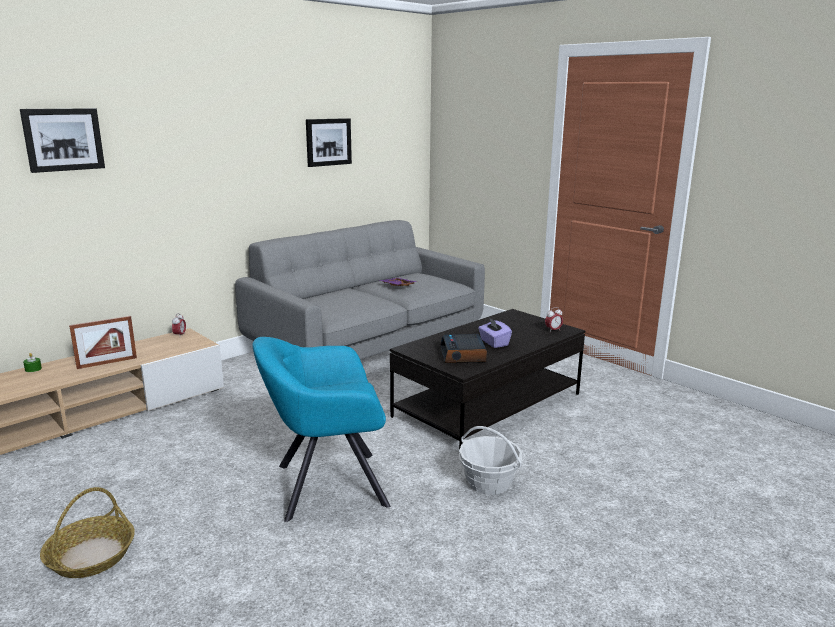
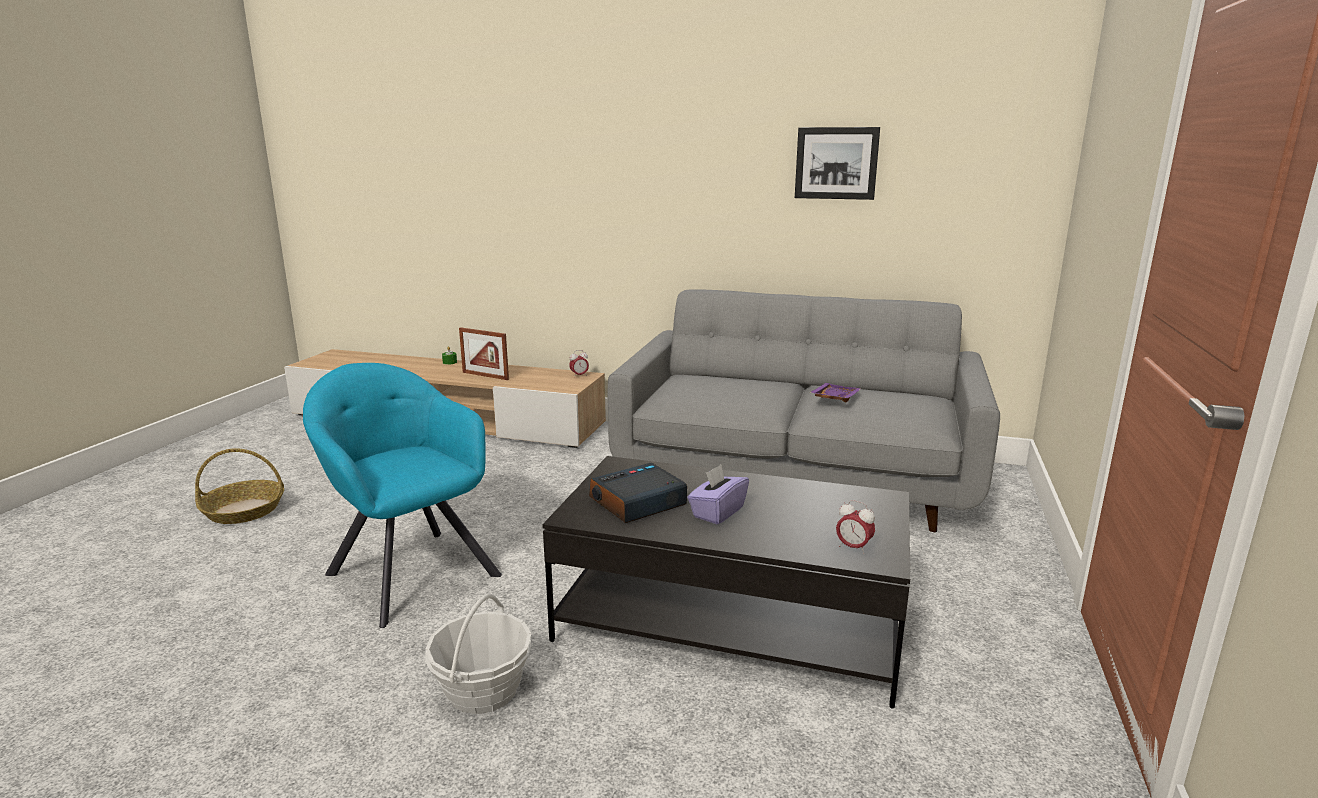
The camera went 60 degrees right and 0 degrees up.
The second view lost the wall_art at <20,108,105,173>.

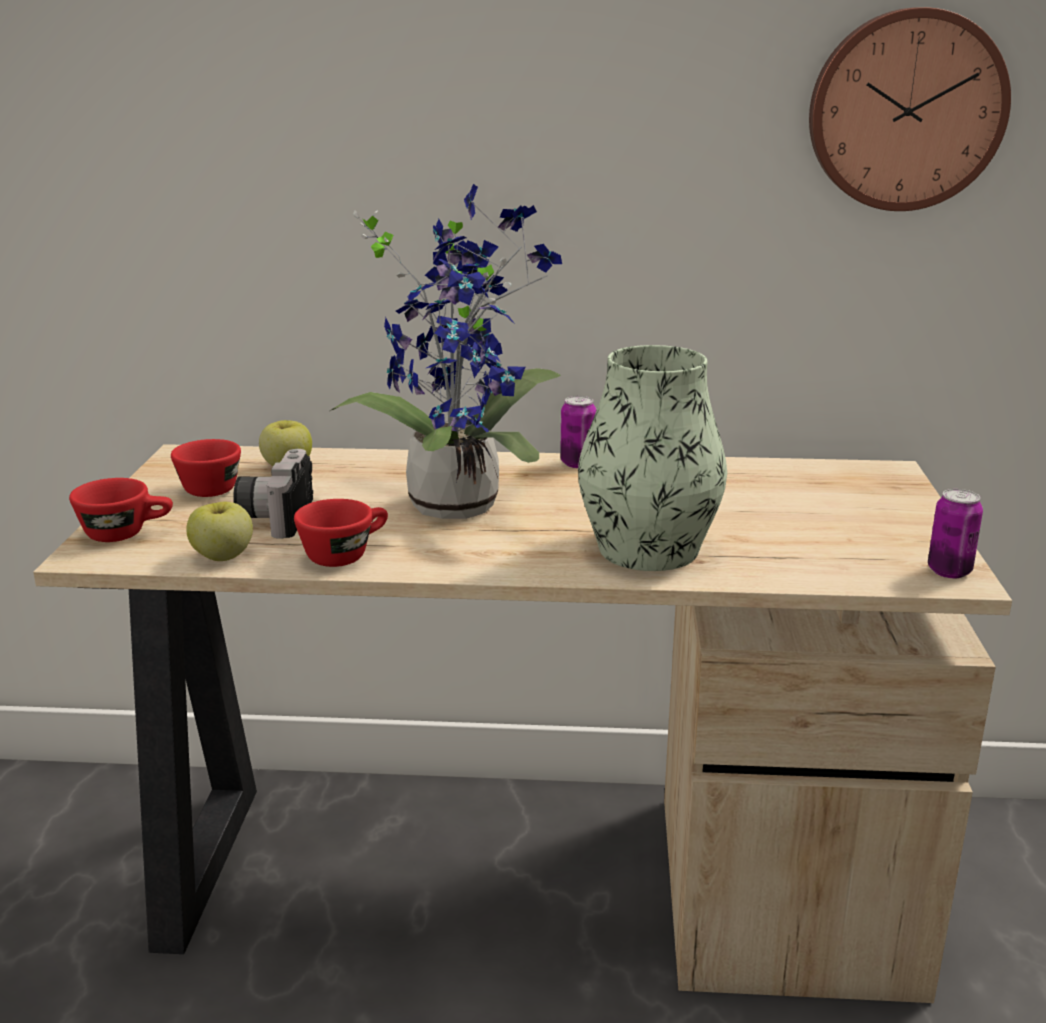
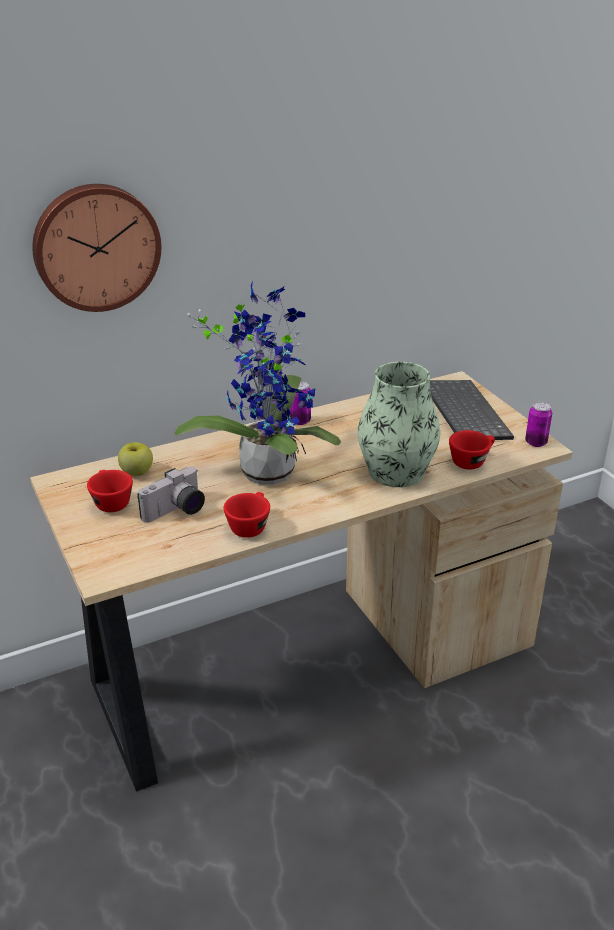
The camera went 30 degrees left and 10 degrees up.
The second view lost the apple at <186,502,253,561>.
The second view gained the keyboard at <430,380,514,440>.
The red_cup ended up elsewhere, having gone from <69,478,173,542> to <449,430,495,470>.
The wall_clock ended up elsewhere, having gone from <809,7,1011,211> to <32,184,161,312>.
The photo_camera at <233,449,313,539> ended up facing another way, 105 degrees counterclockwise from before.

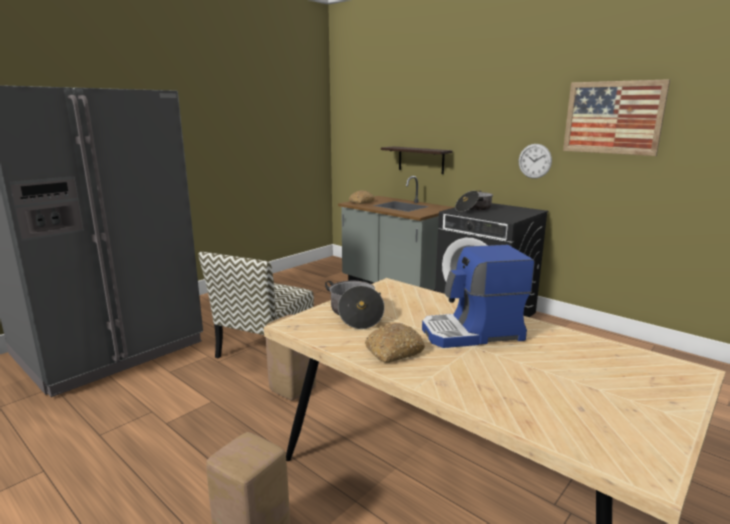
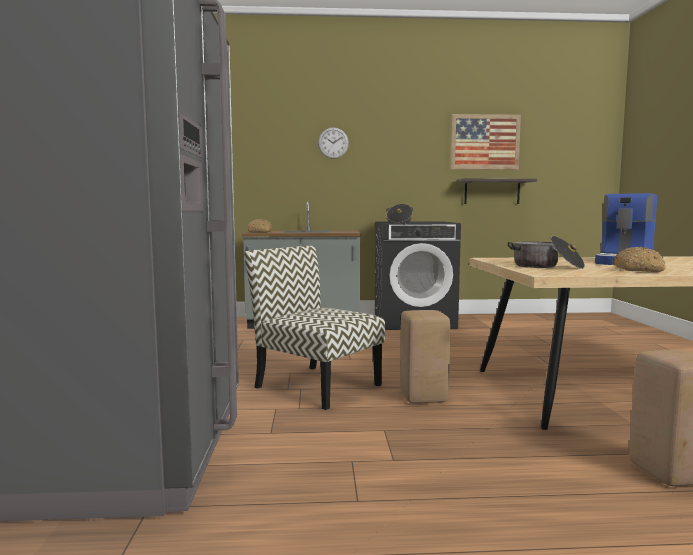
The camera went 45 degrees left and 10 degrees down.
The shelf ended up elsewhere, having gone from <381,146,453,174> to <456,179,537,204>.
The wall_clock ended up elsewhere, having gone from <519,144,552,179> to <318,127,349,159>.
The chair at <199,252,314,358> ended up facing another way, 150 degrees clockwise from before.

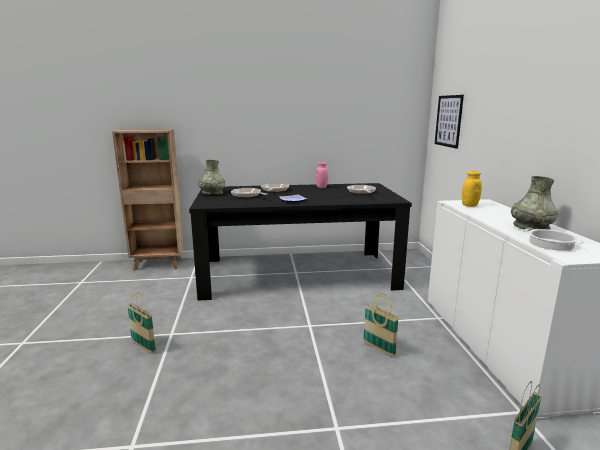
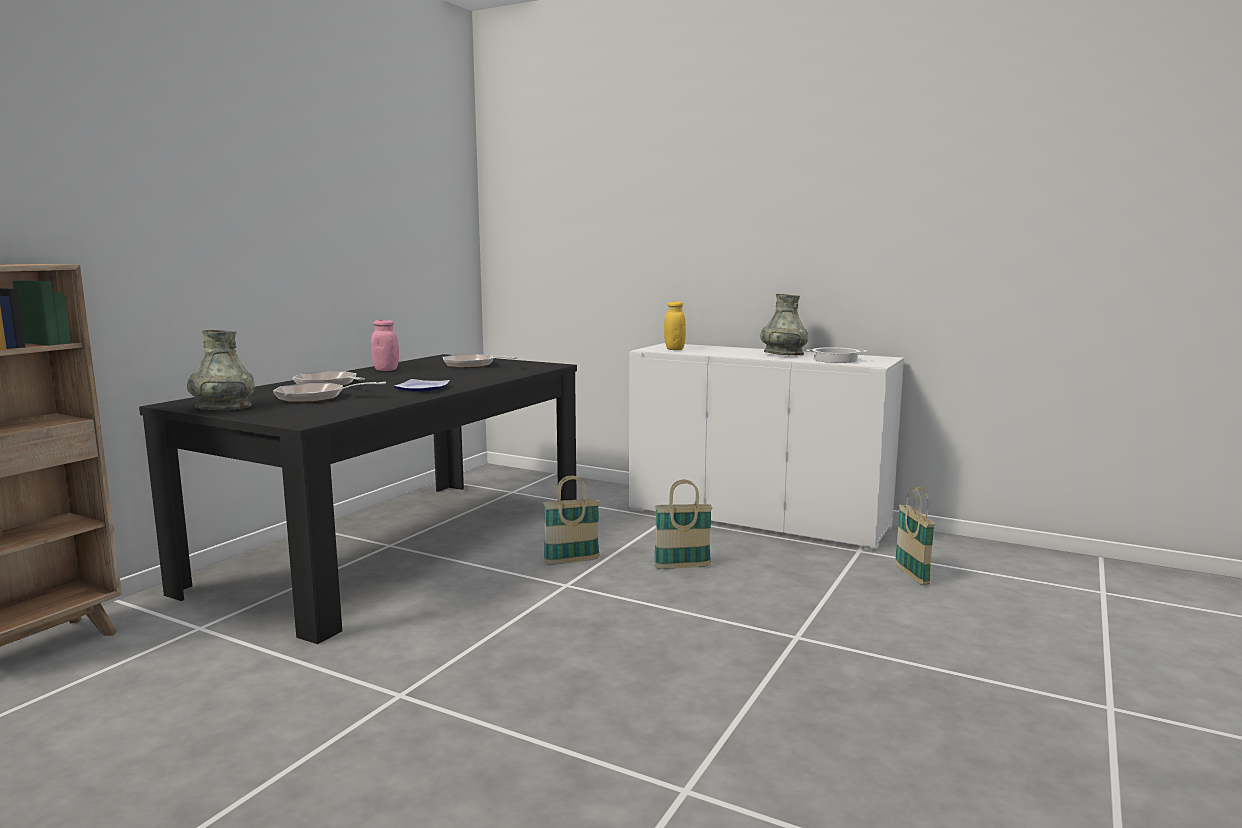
The camera went 55 degrees left and 5 degrees down.
The second view lost the wall_art at <435,95,464,149>.
The household_basket ended up elsewhere, having gone from <127,292,156,354> to <543,475,600,565>.

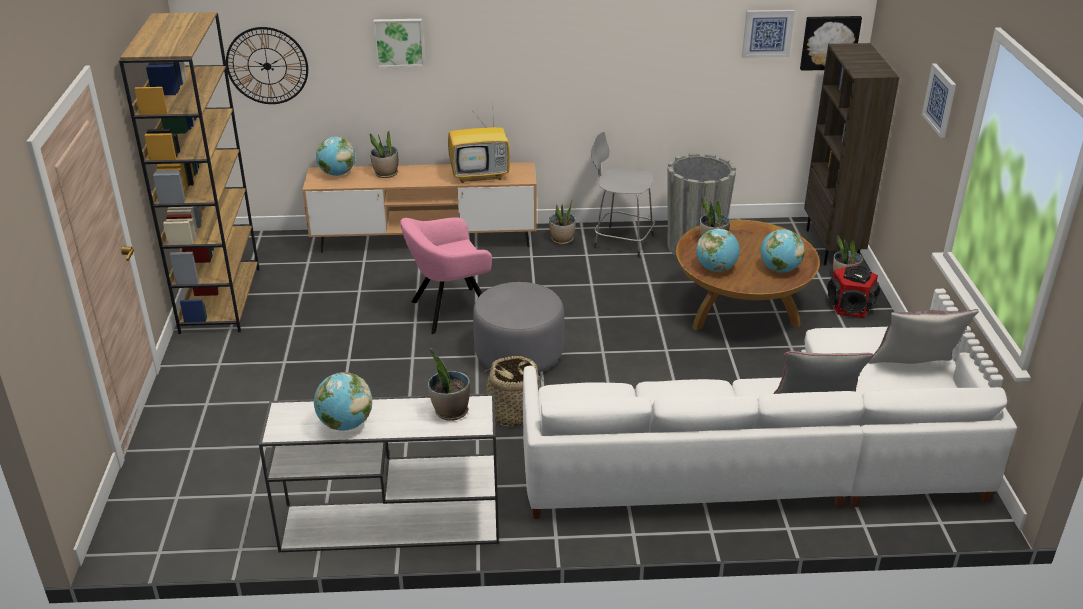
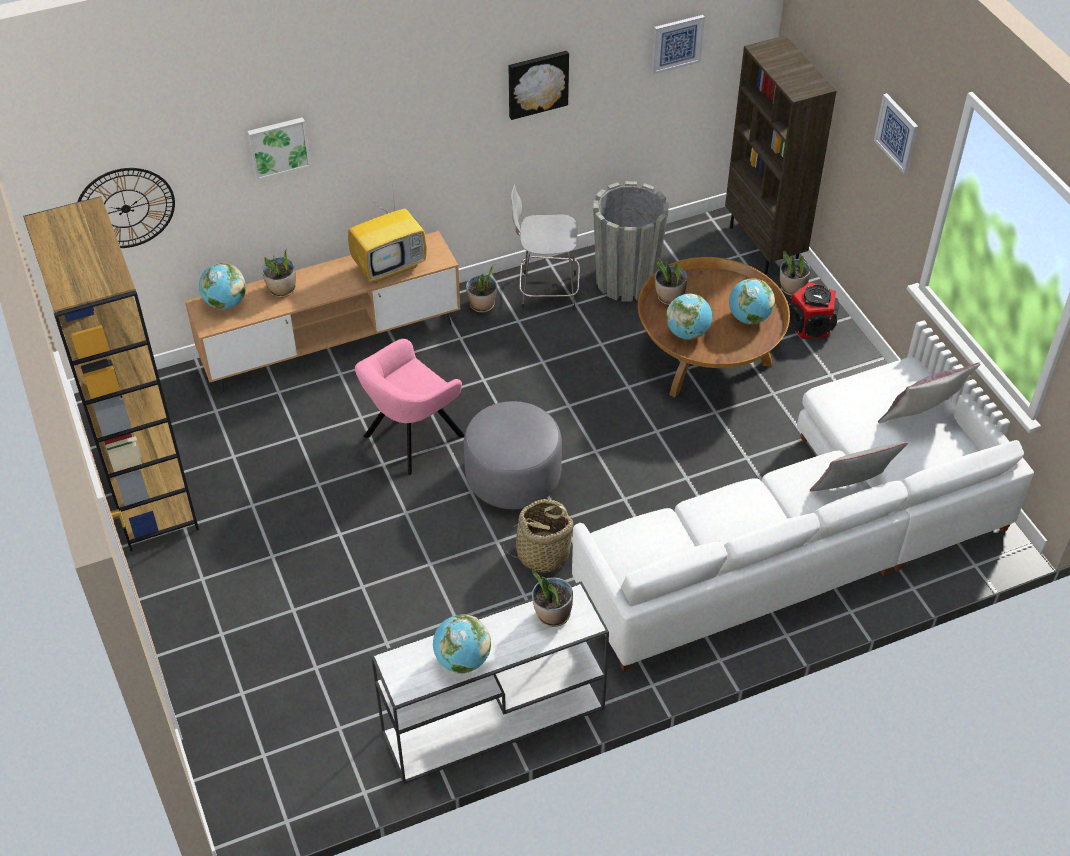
The camera went 20 degrees left and 15 degrees up.
The wall_art ended up elsewhere, having gone from <800,16,862,71> to <509,51,569,120>.

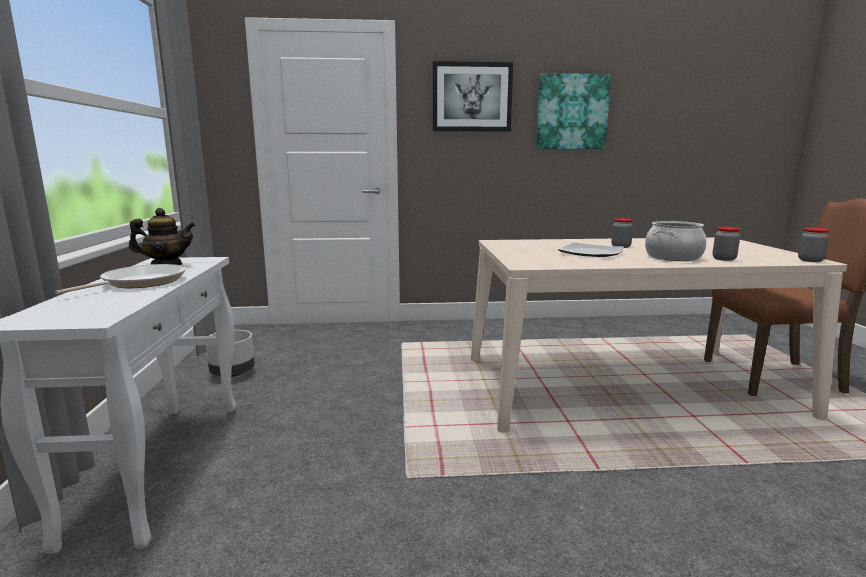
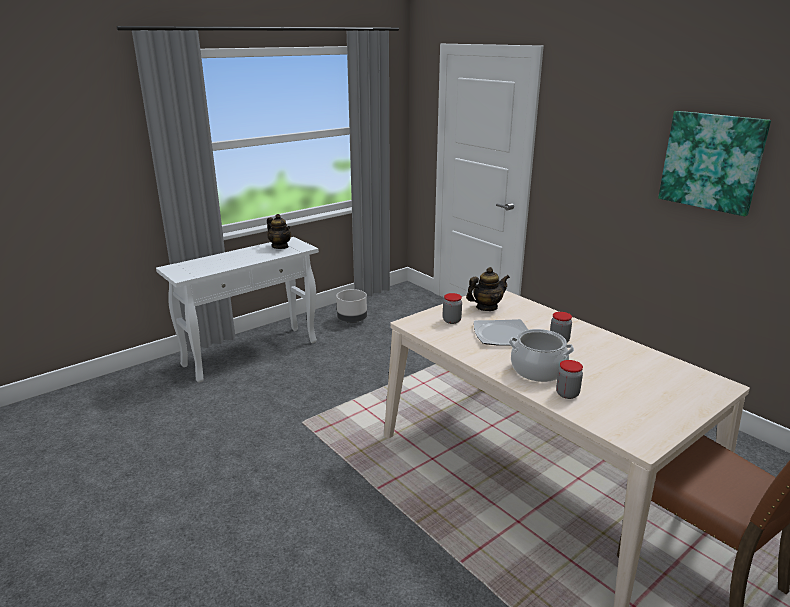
The camera went 55 degrees right and 10 degrees up.
The second view lost the pan at <55,264,186,294>.
The second view lost the wall_art at <433,61,513,131>.
The second view gained the pot_for_tea at <466,267,510,311>.
The preserve_jar ended up elsewhere, having gone from <798,228,829,262> to <443,293,462,324>.

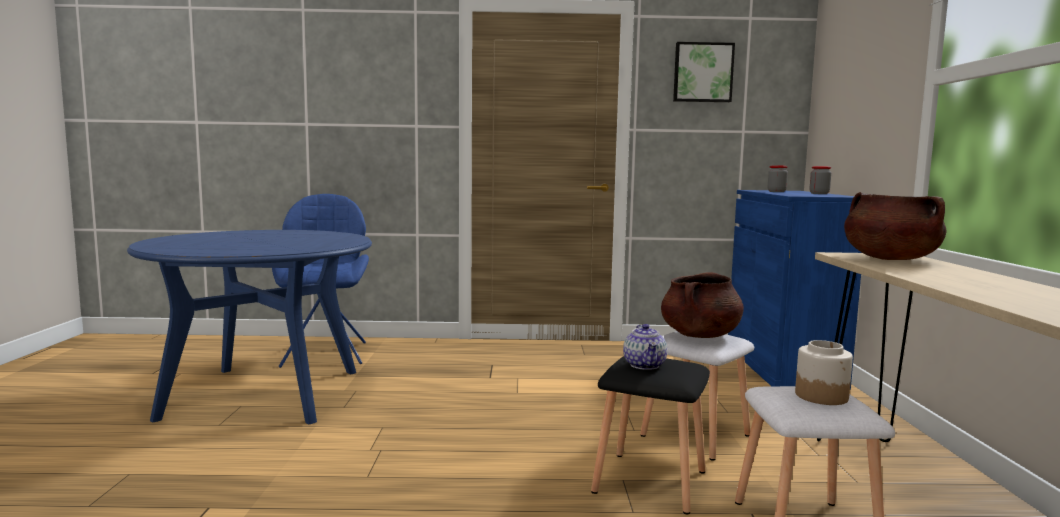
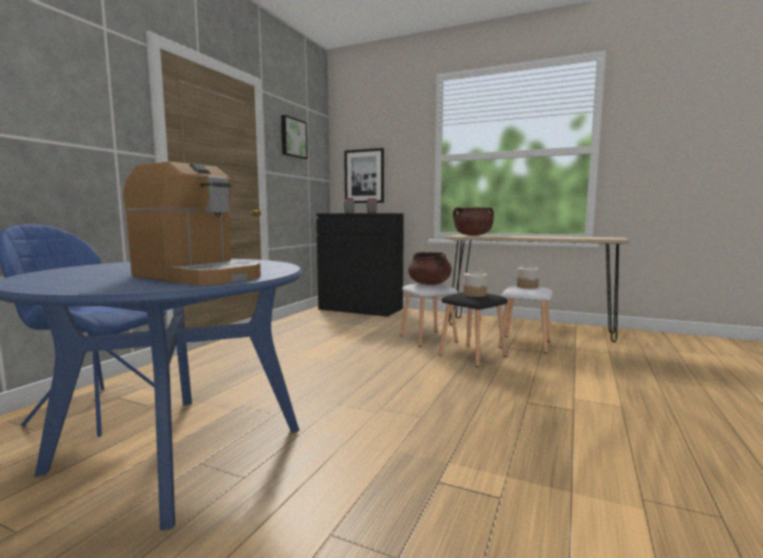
The camera went 65 degrees left and 0 degrees up.
The second view gained the coffee_machine at <123,161,261,286>.
The second view gained the wall_art at <344,148,384,203>.
Where the pot_for_tea stood at <623,324,667,370>, the preserve_jar came to stand at <463,270,487,297>.
What was the blue-coloured_cabinet at <728,190,862,390> turned into the blackish_cabinet at <316,213,404,317>.

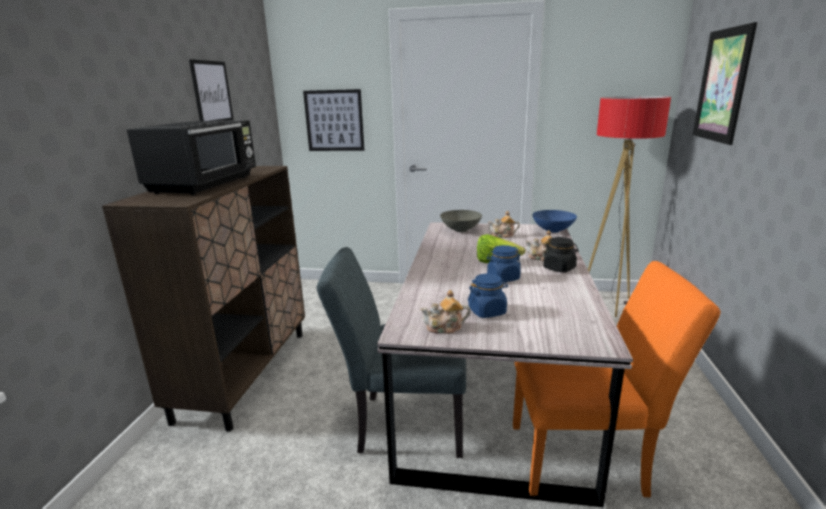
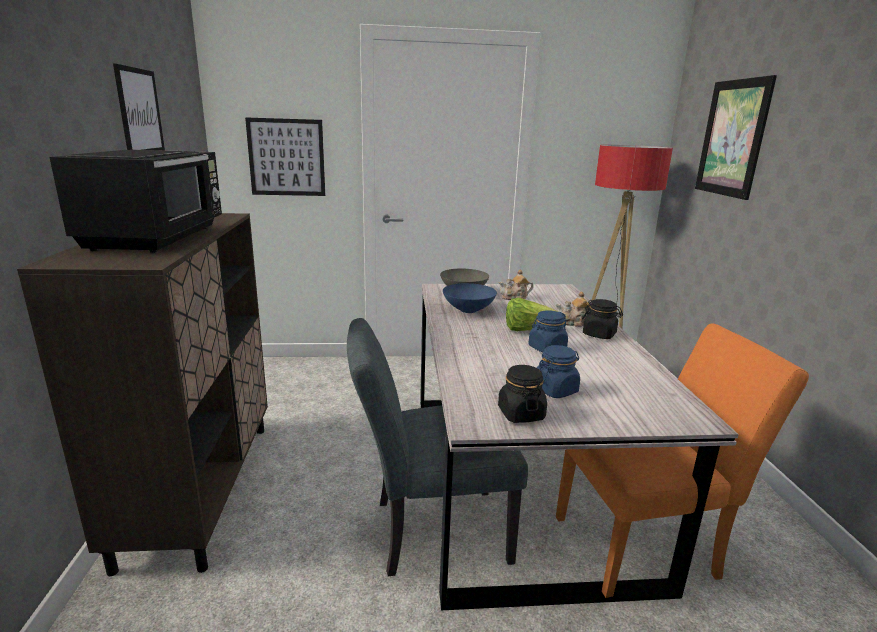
The camera went 15 degrees left and 0 degrees up.
The blue-coloured_bowl ended up elsewhere, having gone from <532,210,577,233> to <443,283,497,313>.
Where the pot_for_tea stood at <420,290,471,334>, the blackish_preserve_jar came to stand at <498,365,547,423>.

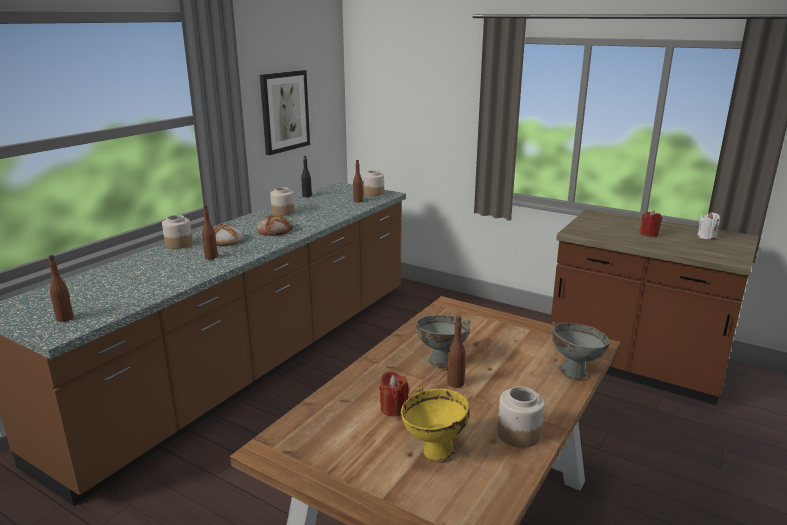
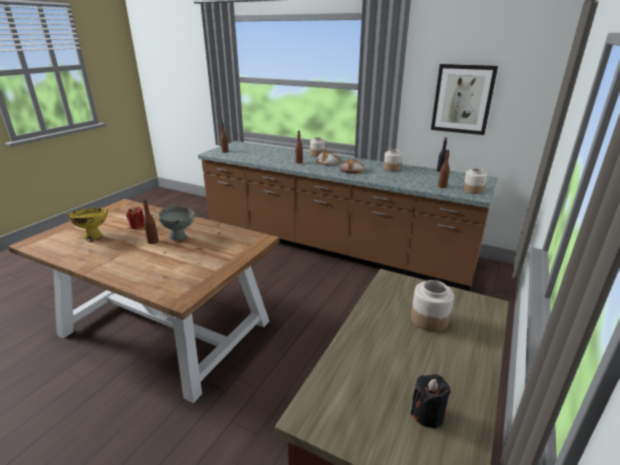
The camera went 85 degrees right and 5 degrees up.
The second view lost the grey_bowl at <552,322,611,379>.
The second view lost the red_wax_candle at <639,210,662,237>.
The preserve_jar ended up elsewhere, having gone from <497,386,545,448> to <411,280,454,332>.
What was the white_wax_candle at <697,212,720,240> turned into the blackish_wax_candle at <410,374,451,429>.

